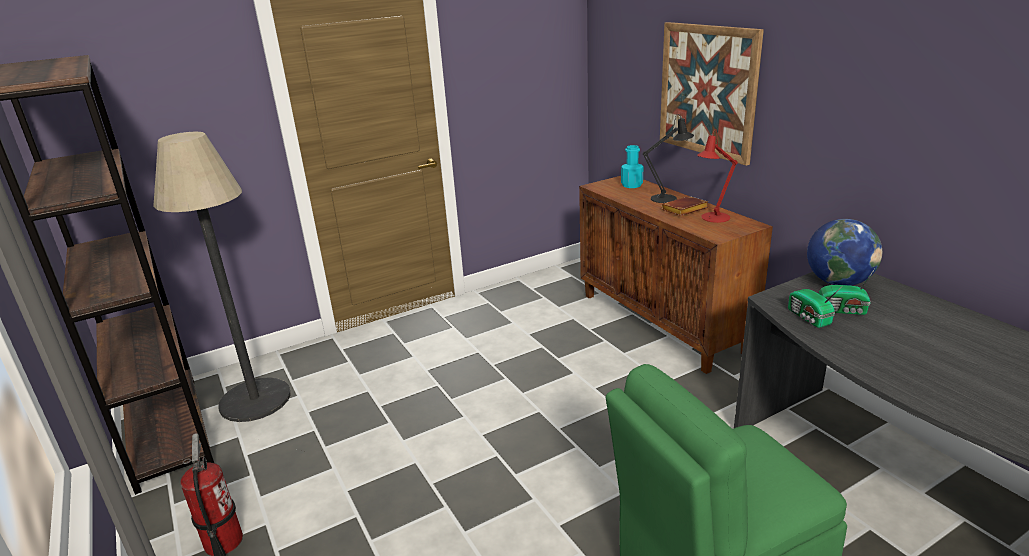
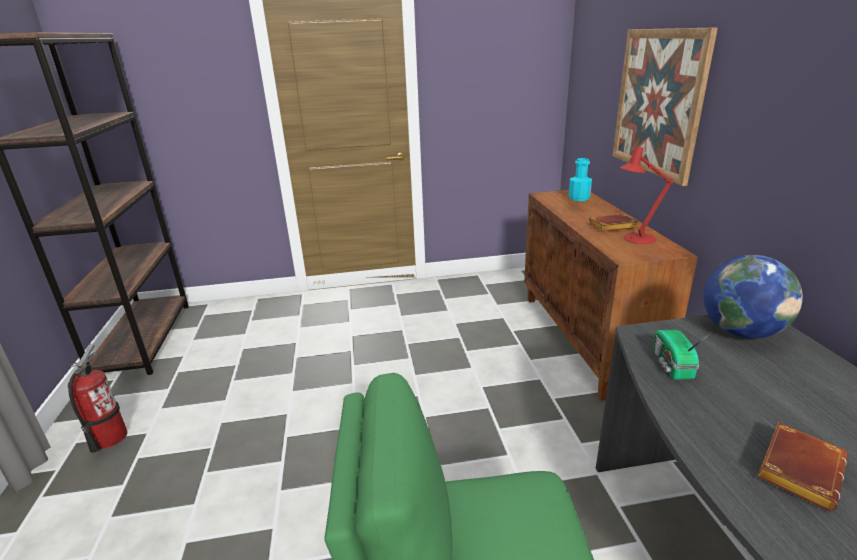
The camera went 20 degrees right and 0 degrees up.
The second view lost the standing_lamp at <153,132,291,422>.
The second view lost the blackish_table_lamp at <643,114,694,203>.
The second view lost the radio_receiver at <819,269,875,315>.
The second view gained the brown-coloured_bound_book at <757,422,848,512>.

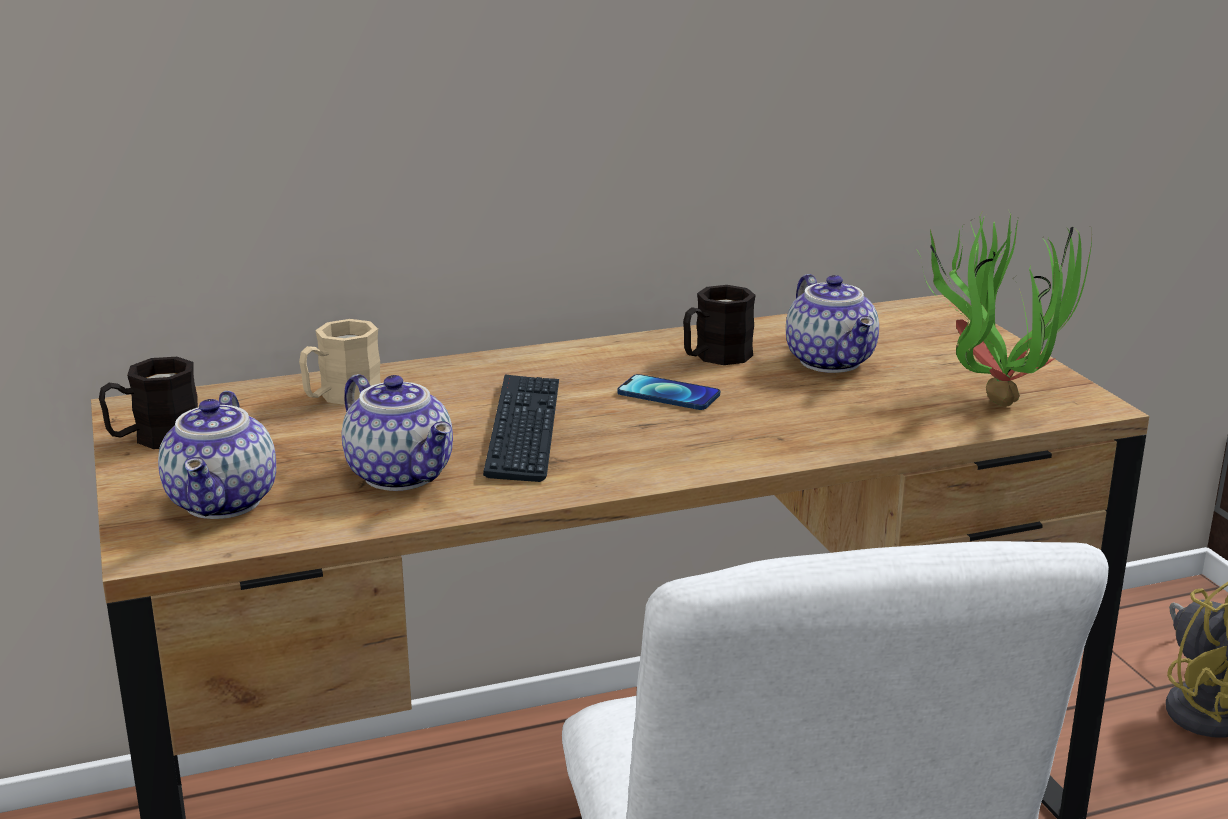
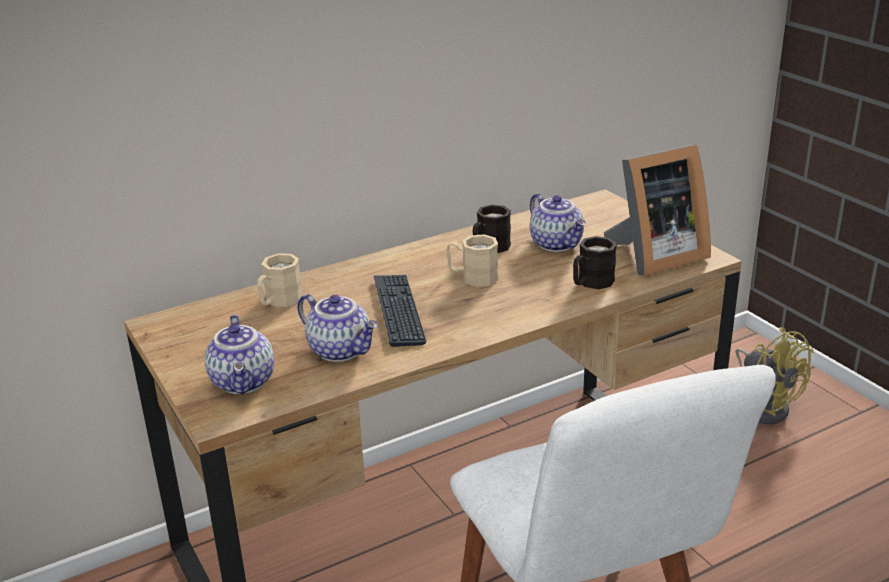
The camera went 10 degrees left and 5 degrees up.
The blackish_tea_mug ended up elsewhere, having gone from <99,357,198,449> to <573,236,617,289>.
Where the telephone stood at <617,374,720,410>, the sand-coloured_tea_mug came to stand at <446,234,498,287>.
Where the plant_in_a_pot stood at <914,211,1092,406>, the standing_frame came to stand at <604,145,711,276>.

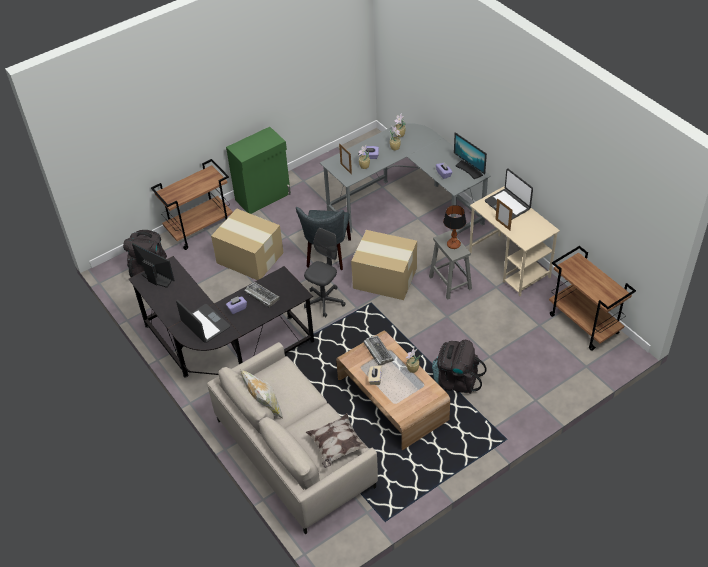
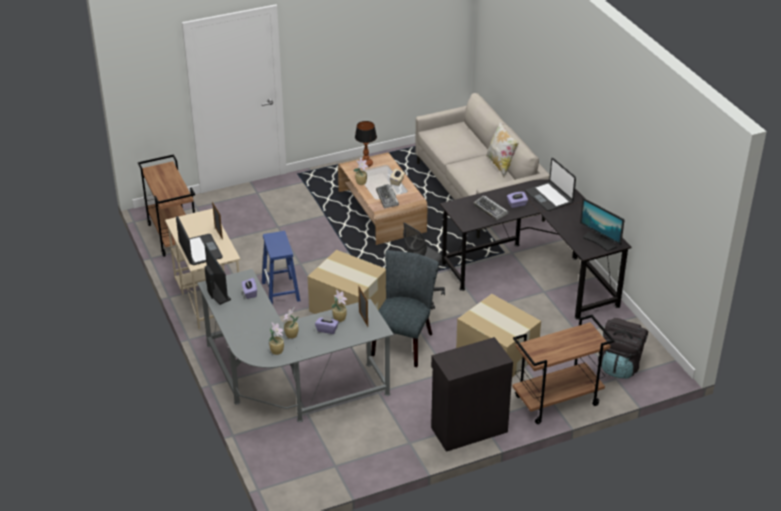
The camera went 170 degrees left and 10 degrees down.
The second view lost the cushion at <306,413,368,468>.
The second view lost the blackish_backpack at <432,340,486,394>.
The table_lamp ended up elsewhere, having gone from <443,205,466,249> to <355,121,377,167>.
What was the green-coloured_cabinet at <226,127,291,214> turned into the blackish_cabinet at <431,337,513,452>.
What was the grey_stool_seat at <429,230,472,300> turned into the blue-coloured_stool_seat at <262,231,300,305>.

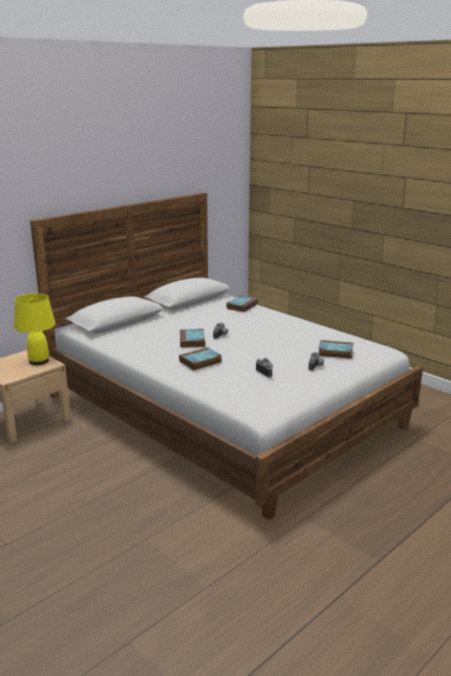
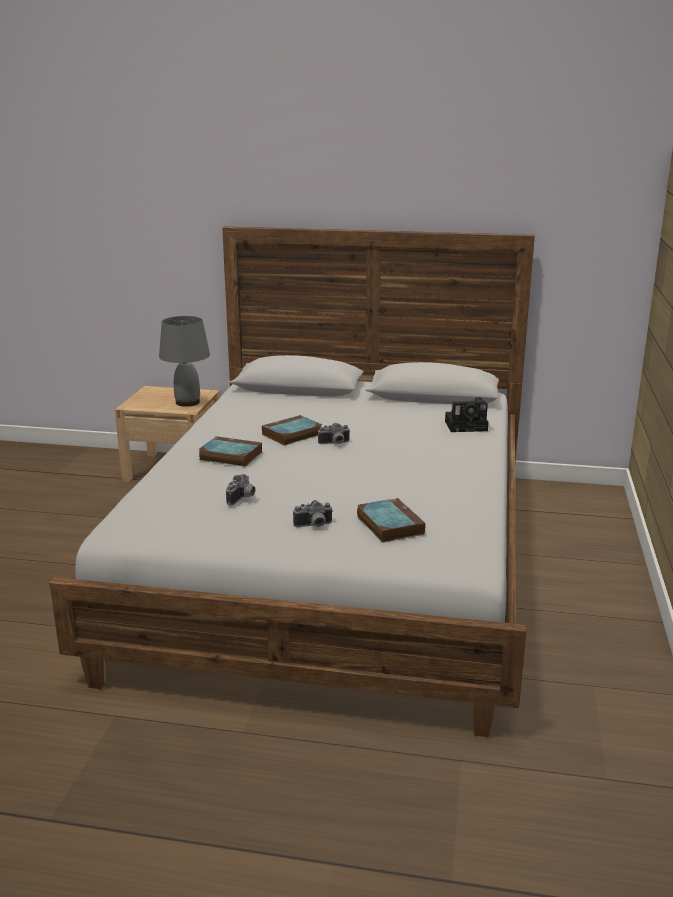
The camera went 55 degrees right and 0 degrees up.
Where the bound_book stood at <226,296,258,312>, the photo_camera came to stand at <445,397,489,432>.
What was the yellowish_table_lamp at <14,293,55,365> turned into the grey_table_lamp at <159,316,210,407>.

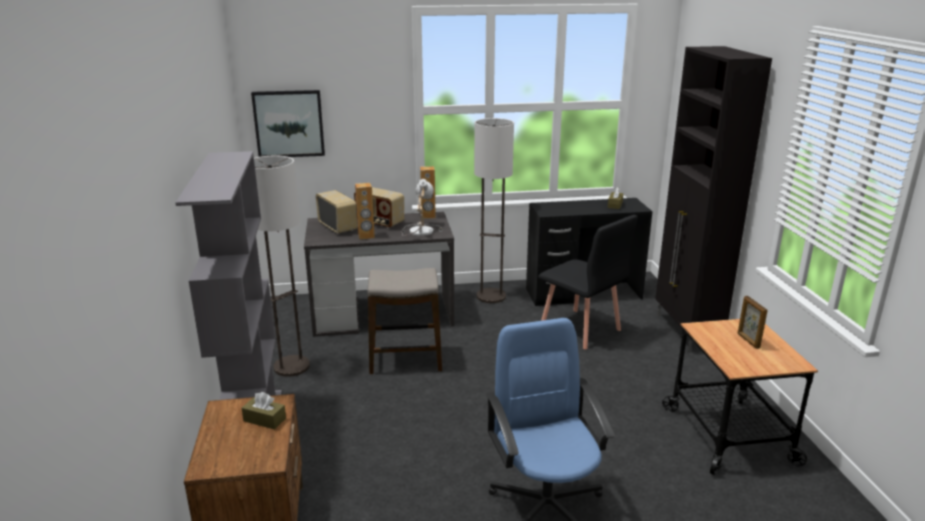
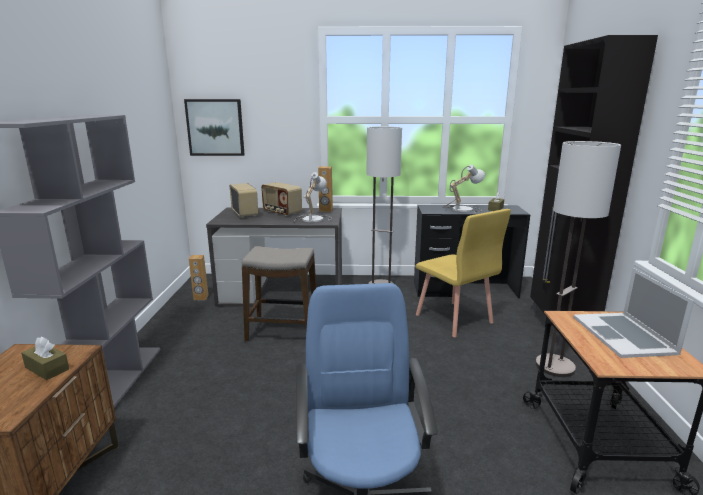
The camera went 10 degrees right and 5 degrees down.
The second view gained the table_lamp at <442,164,485,213>.
The standing_lamp ended up elsewhere, having gone from <254,156,310,377> to <535,141,621,377>.
The brown-coloured_loudspeaker ended up elsewhere, having gone from <355,183,375,240> to <189,255,209,300>.
Where the standing_frame stood at <737,296,768,349>, the notebook_computer came to stand at <573,268,694,358>.
What was the blackish_chair at <538,215,638,350> turned into the yellowish_chair at <415,209,511,337>.

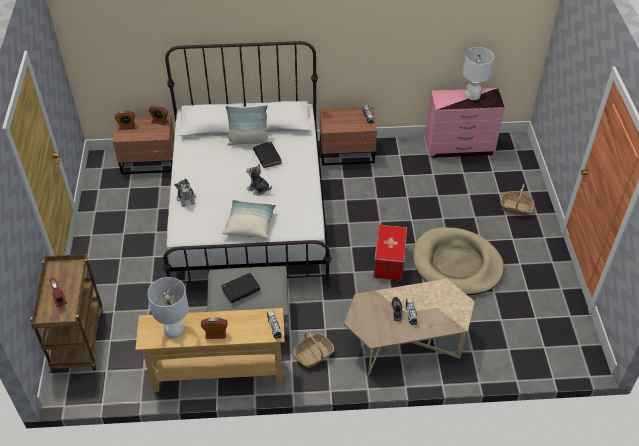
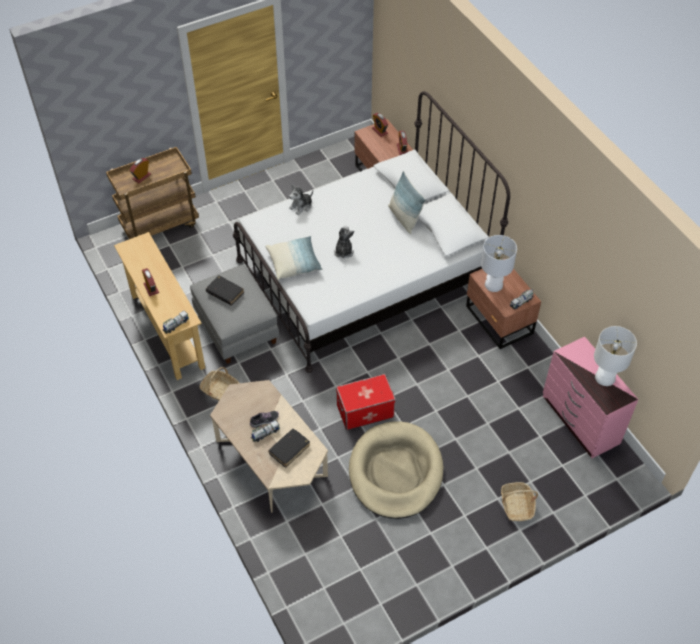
The camera went 65 degrees right and 5 degrees up.
The white_table_lamp ended up elsewhere, having gone from <147,277,189,339> to <481,235,517,292>.
The blackish_bound_book ended up elsewhere, having gone from <253,142,281,168> to <268,429,310,468>.

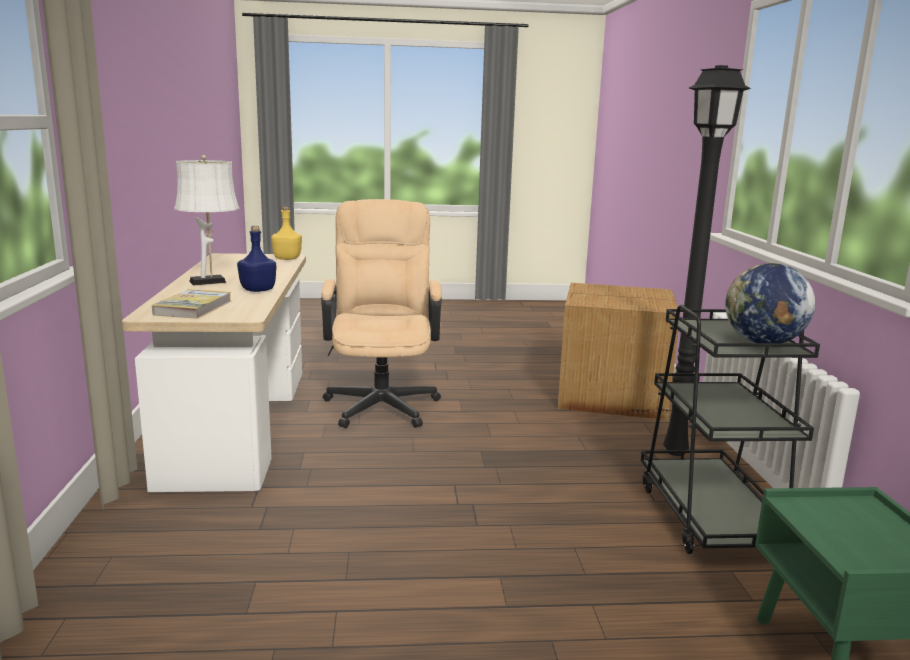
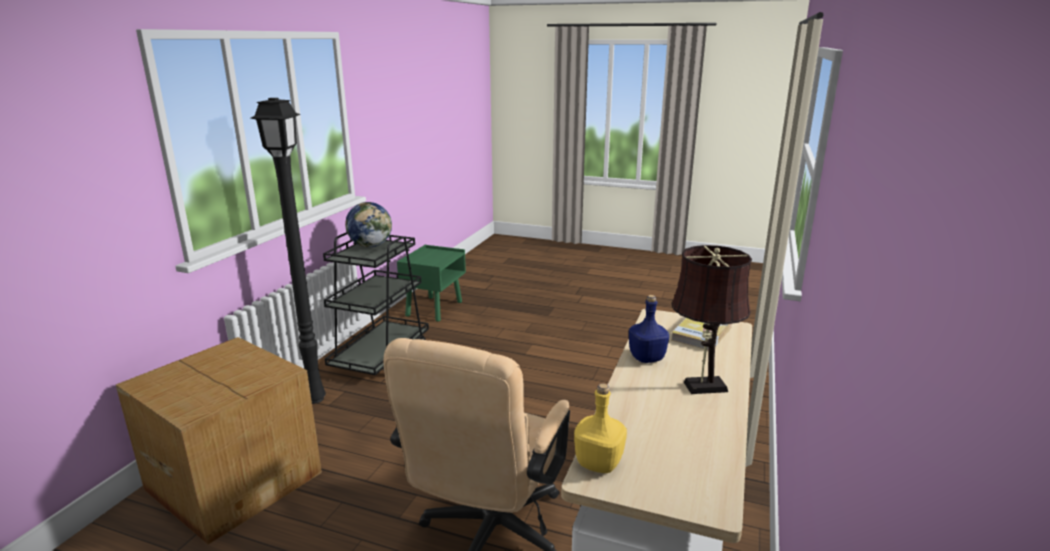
The camera went 155 degrees left and 5 degrees up.
What was the white_table_lamp at <174,155,239,286> turned into the brown-coloured_table_lamp at <671,245,752,394>.

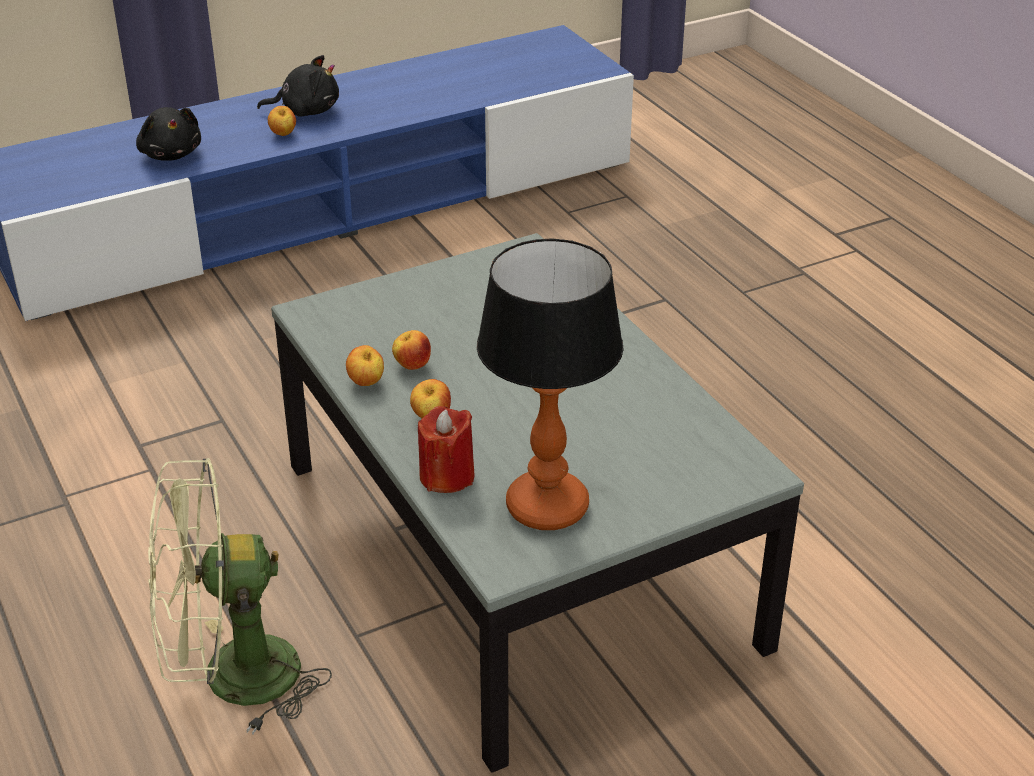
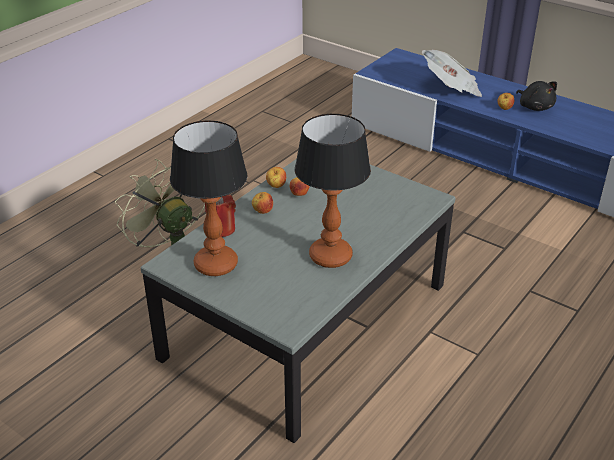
The camera went 65 degrees right and 0 degrees up.
The second view gained the table_lamp at <295,114,371,268>.
Where the blackish_soft_toy stood at <136,107,201,161>, the newspaper came to stand at <422,50,482,97>.

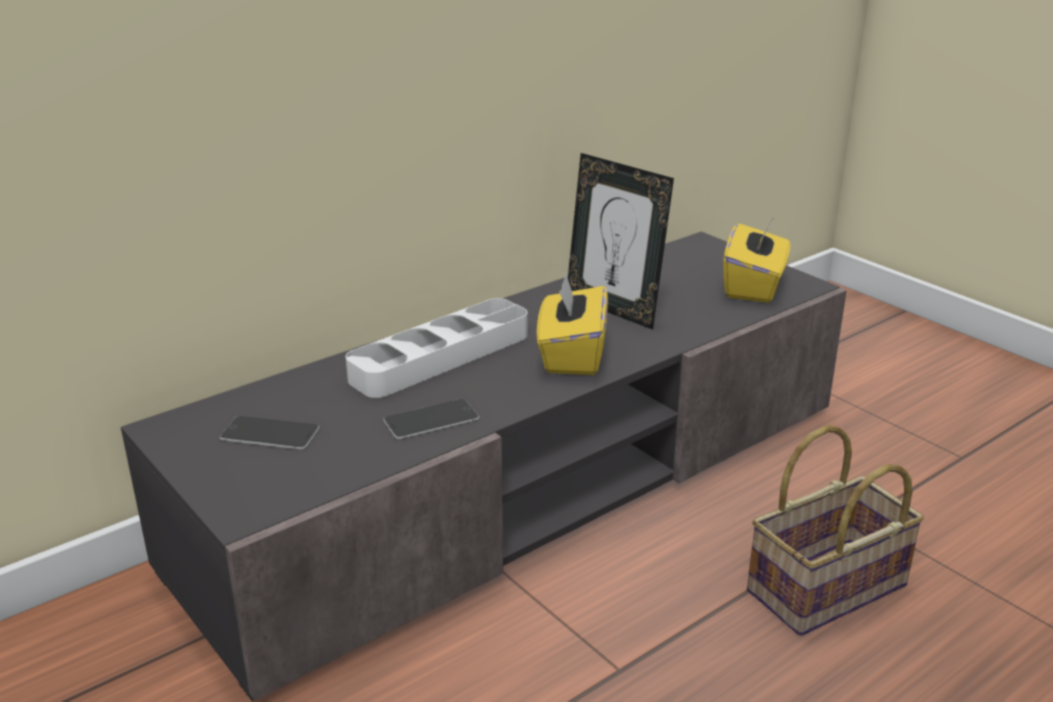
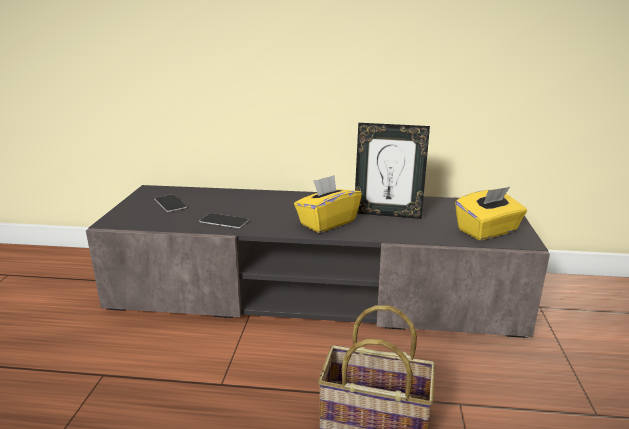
The camera went 45 degrees right and 5 degrees down.
The second view lost the white_tray at <346,298,527,398>.
The standing_frame at <568,153,674,330> ended up facing another way, 75 degrees counterclockwise from before.

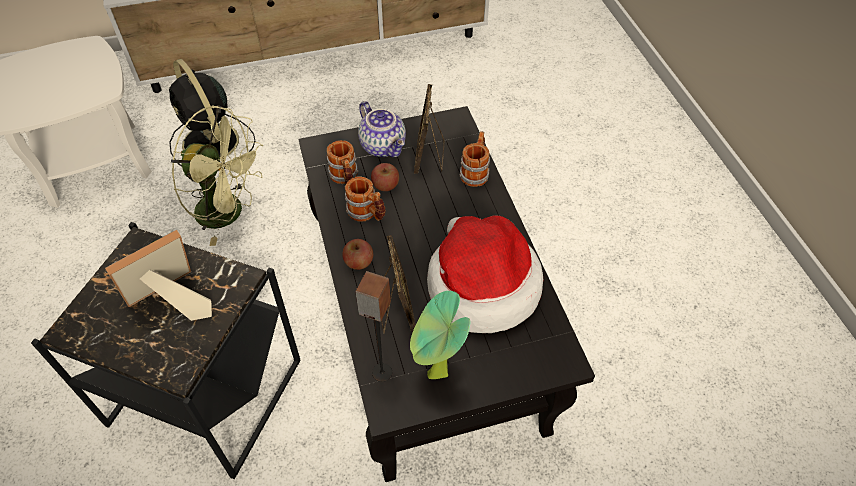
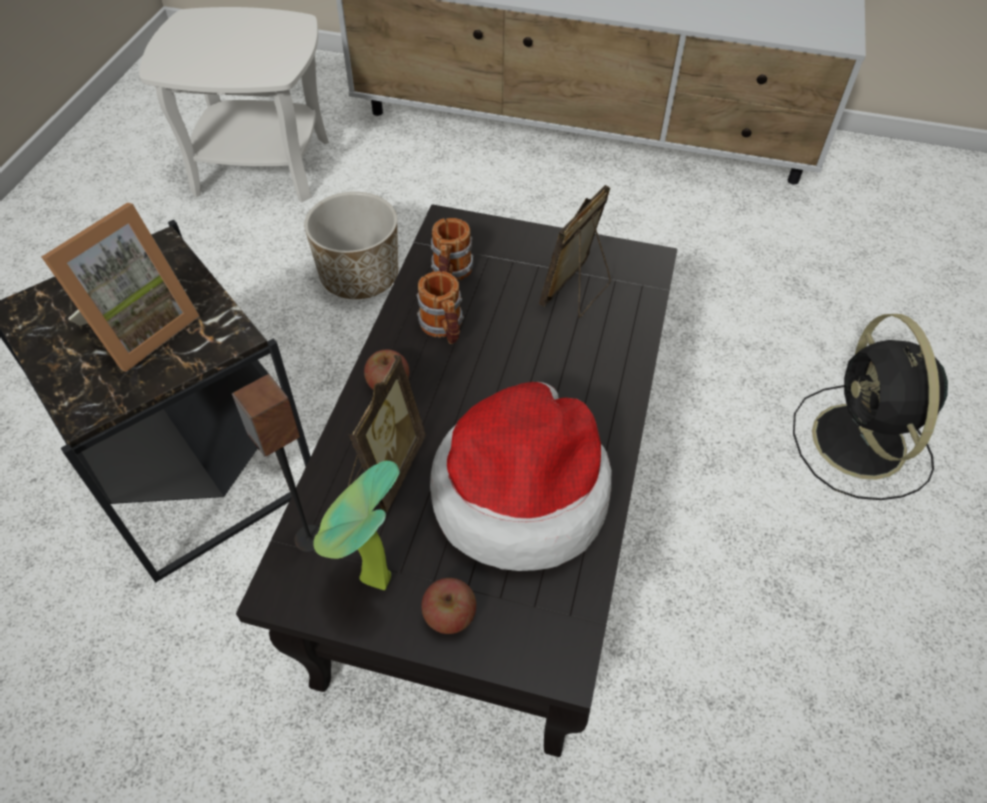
The camera went 30 degrees right and 0 degrees up.
The second view lost the pot_for_tea at <358,101,406,157>.
The second view lost the tea_mug at <459,131,490,187>.
The blackish_electric_fan ended up elsewhere, having gone from <169,59,255,169> to <793,314,948,500>.
The apple ended up elsewhere, having gone from <371,163,399,191> to <421,578,476,634>.
Where the green-coloured_electric_fan stood at <171,105,263,246>, the plant_pot came to stand at <304,192,398,299>.
The standing_frame at <105,230,212,321> ended up facing another way, 135 degrees clockwise from before.

